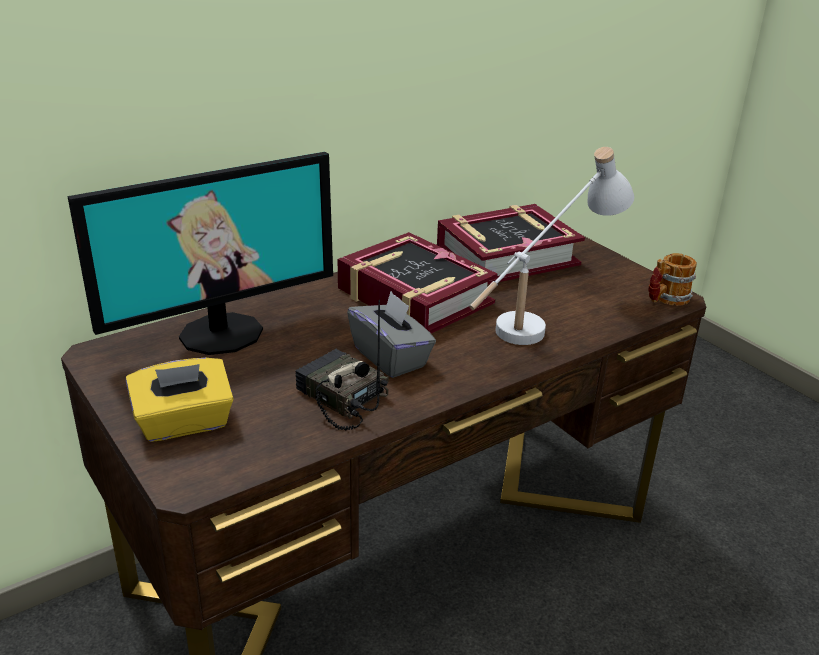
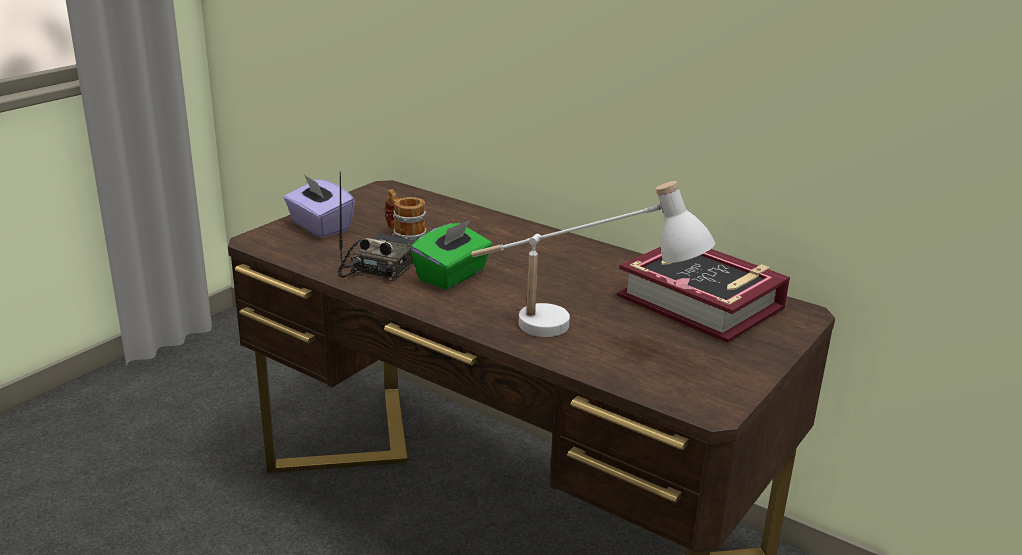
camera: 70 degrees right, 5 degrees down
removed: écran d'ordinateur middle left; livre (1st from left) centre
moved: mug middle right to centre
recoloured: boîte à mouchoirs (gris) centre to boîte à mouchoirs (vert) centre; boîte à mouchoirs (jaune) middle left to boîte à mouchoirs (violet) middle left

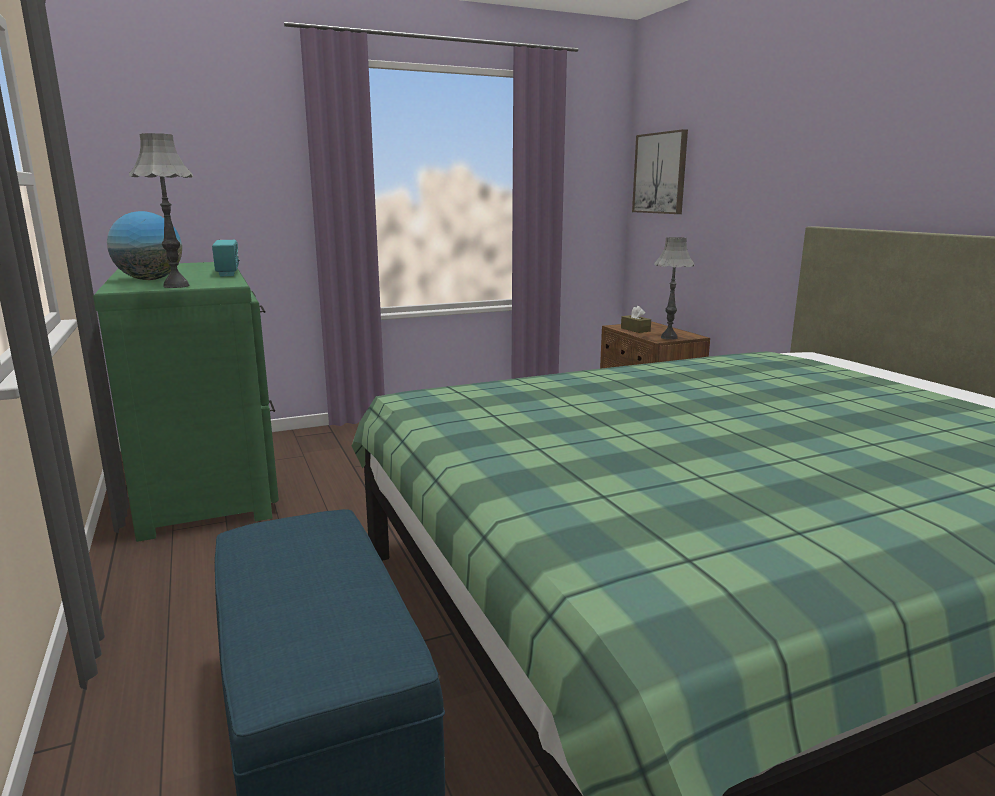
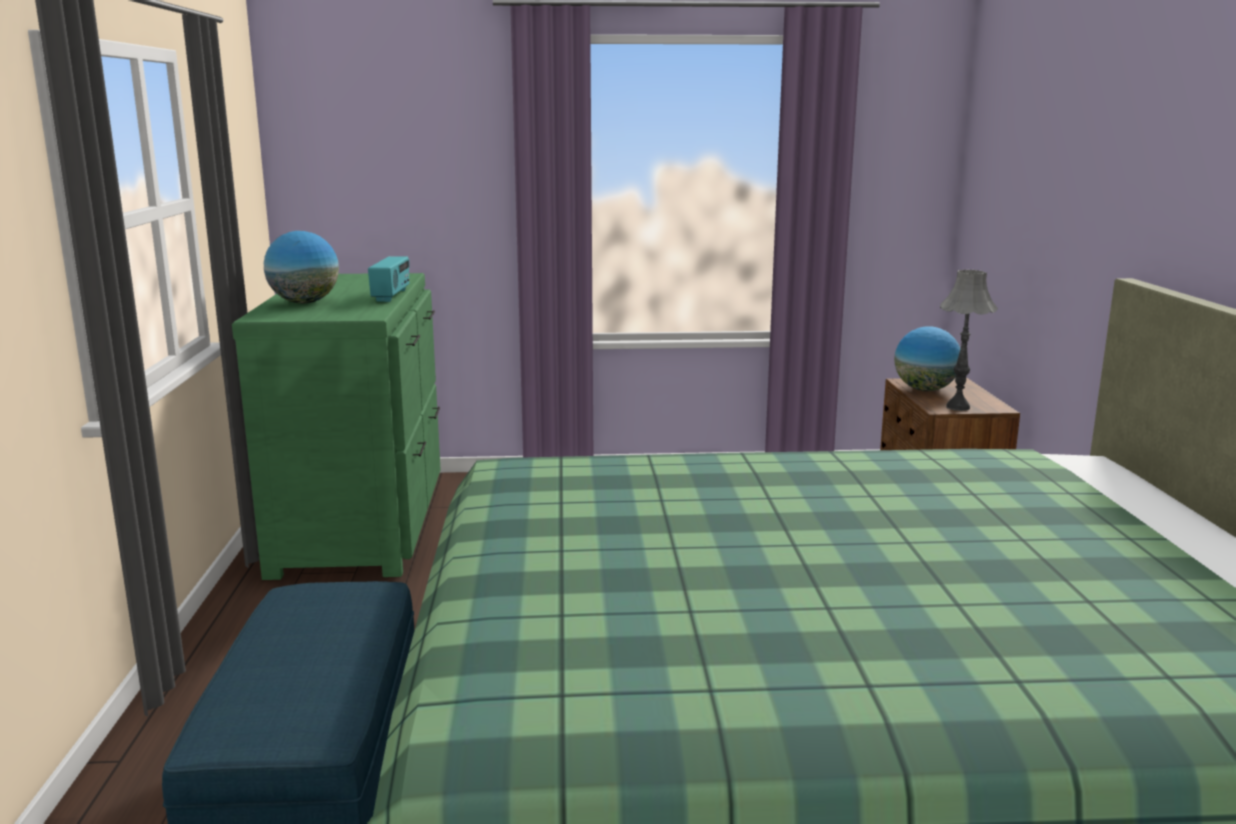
camera: 20 degrees right, 0 degrees up
removed: tableau top centre; lampe de table (gris) (1st from left) top left
replaced: boîte à mouchoirs (marron) centre to globe (2nd from left) middle right

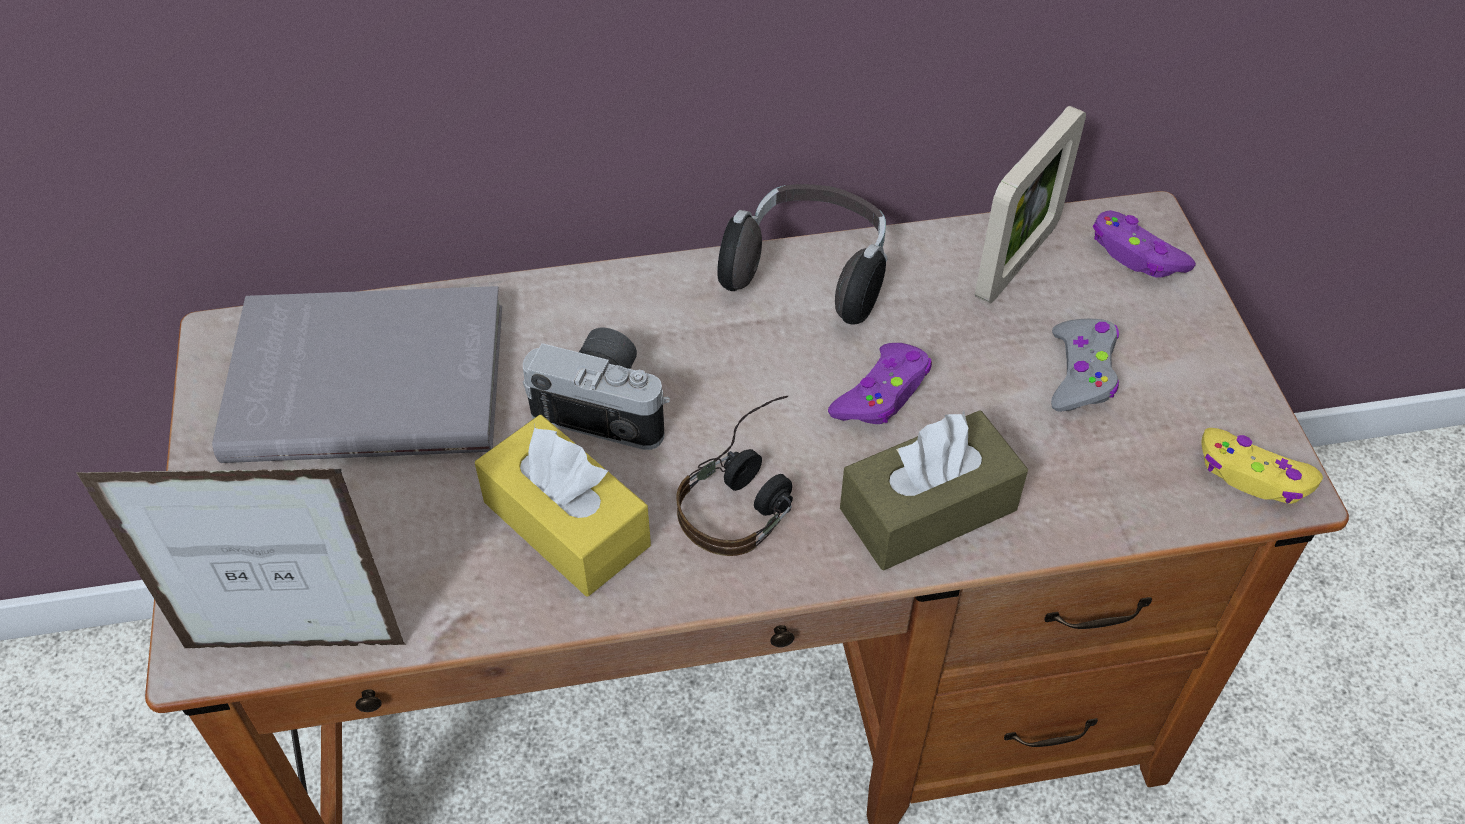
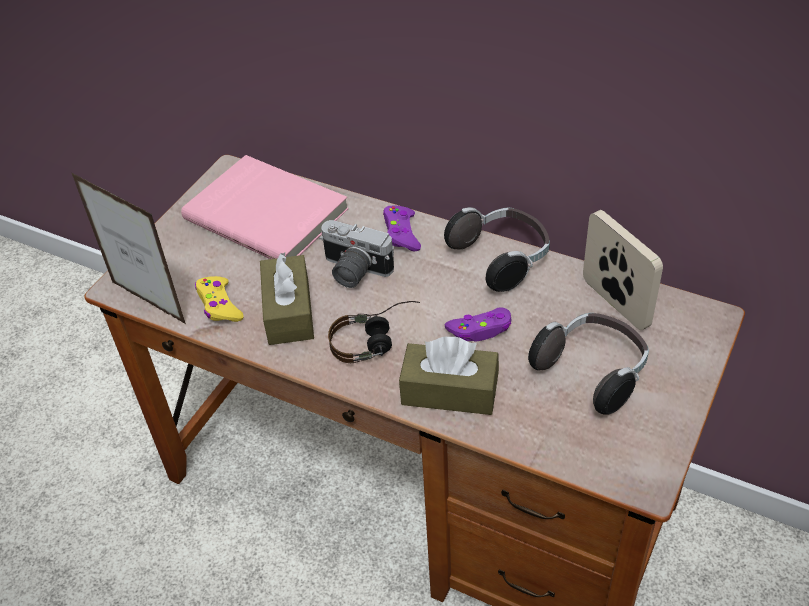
camera: 40 degrees right, 5 degrees down
moved: manette (violet) (2nd from left in the first image) top right to manette (violet) (1st from left) centre; manette (jaune) middle right to middle left
replaced: manette (gris) middle right to casque audio (3rd from left) middle right
recoloured: livre (gris) middle left to livre (rose) middle left; boîte à mouchoirs (jaune) centre to boîte à mouchoirs (marron) (1st from left) centre
turned: cadre photo (2nd from left) top right = middle right 105 degrees counterclockwise; appareil photo centre = centre 150 degrees clockwise

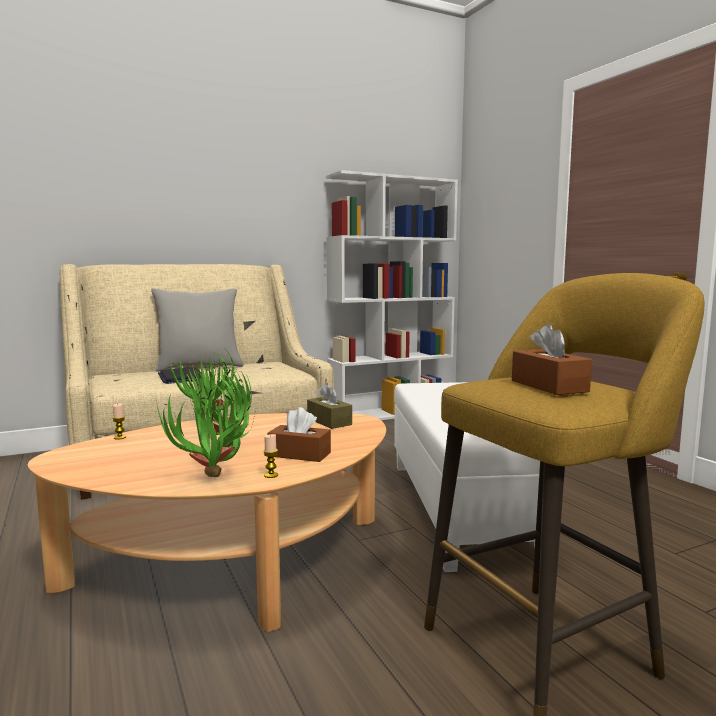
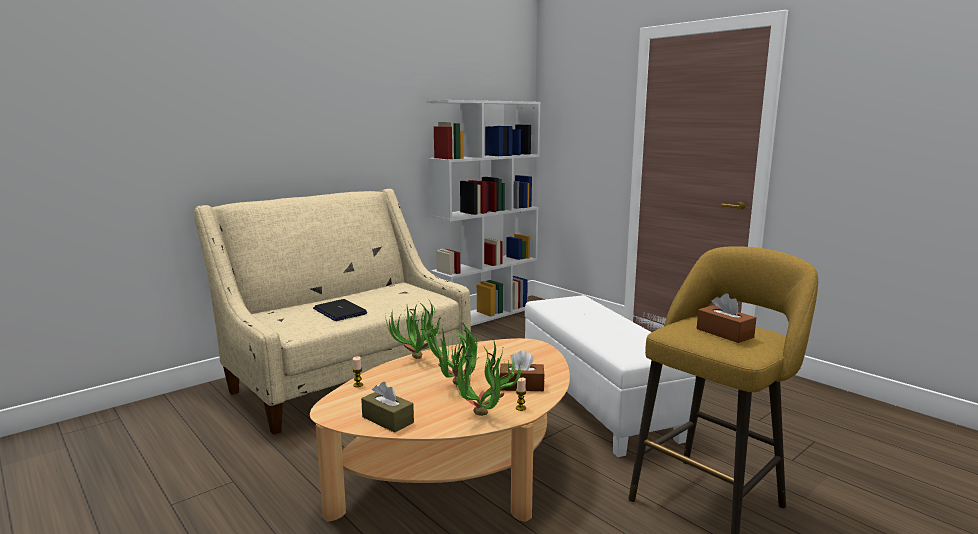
camera: 15 degrees left, 5 degrees up
removed: coussin (gris) middle left
moved: boîte à mouchoirs (marron) (2nd from left in the first image) centre to boîte à mouchoirs (marron) (1st from left) bottom centre

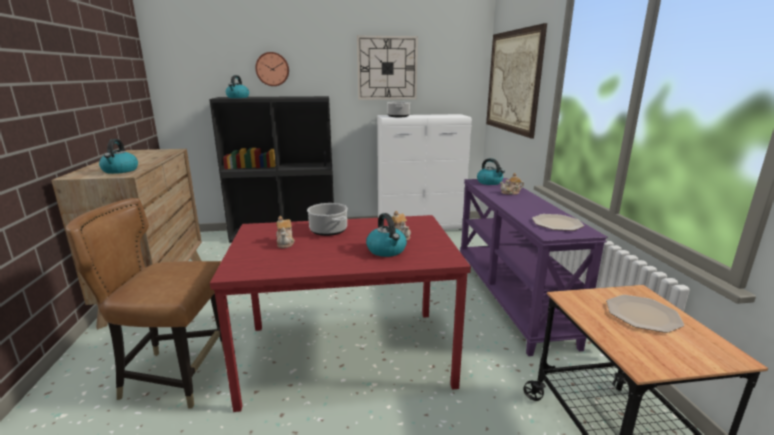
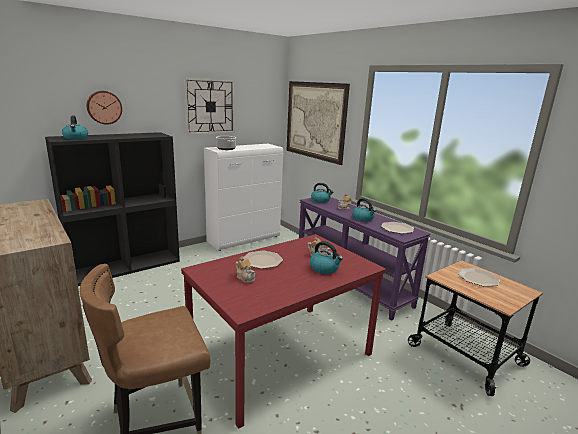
camera: 30 degrees left, 0 degrees up
moved: bouilloire (1st from left in the first image) middle left to bouilloire (4th from left) centre
replaced: marmite (1st from left) centre to assiette (1st from left) centre

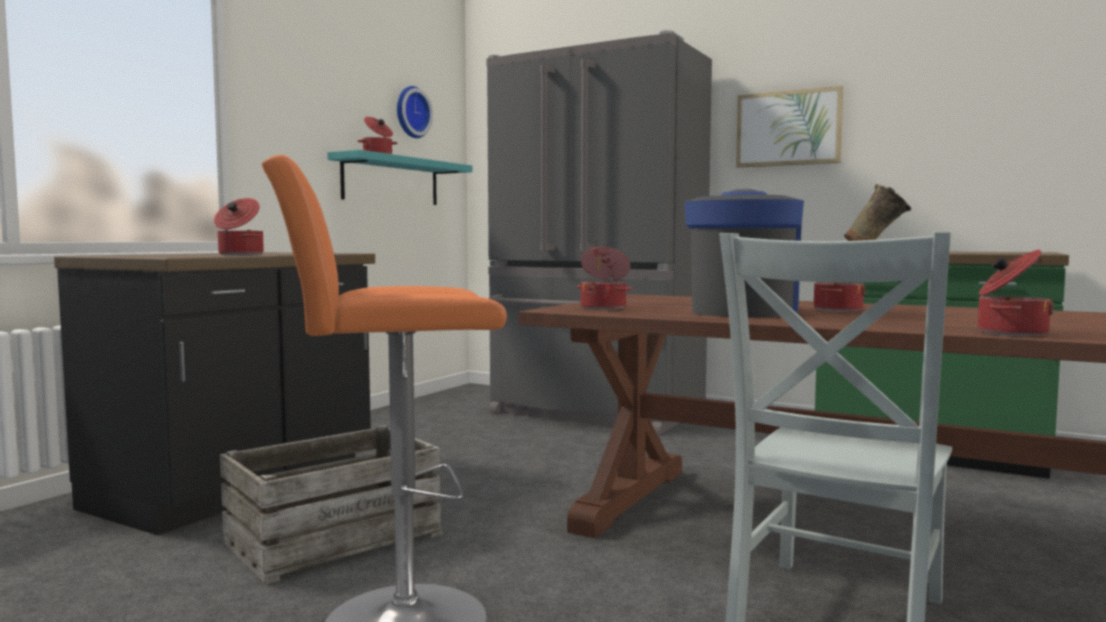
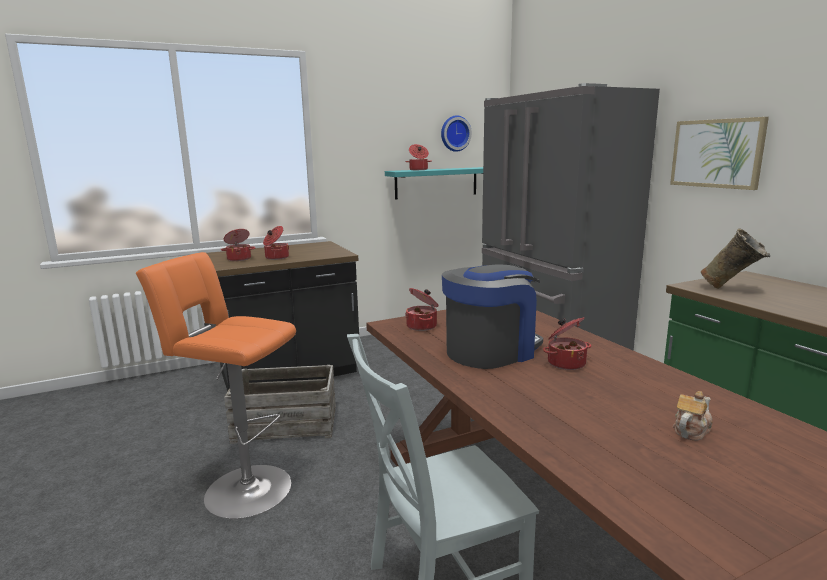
camera: 35 degrees right, 10 degrees up
added: théière bottom right
moved: marmite (5th from left in the first image) middle right to marmite (1st from left) middle left

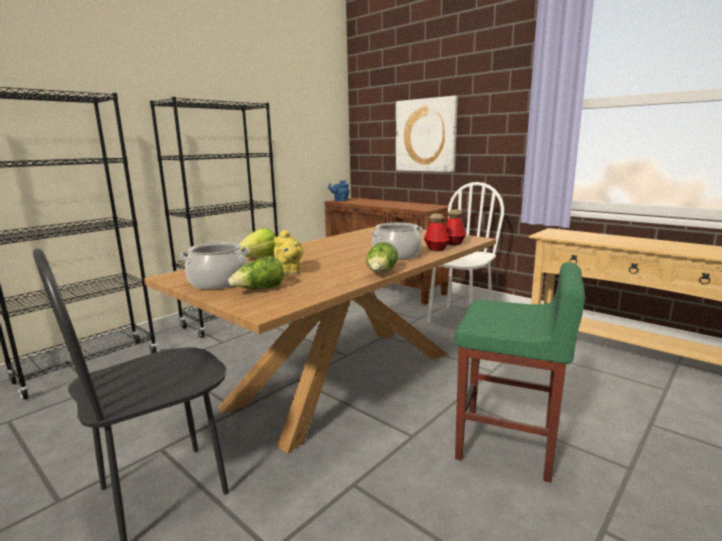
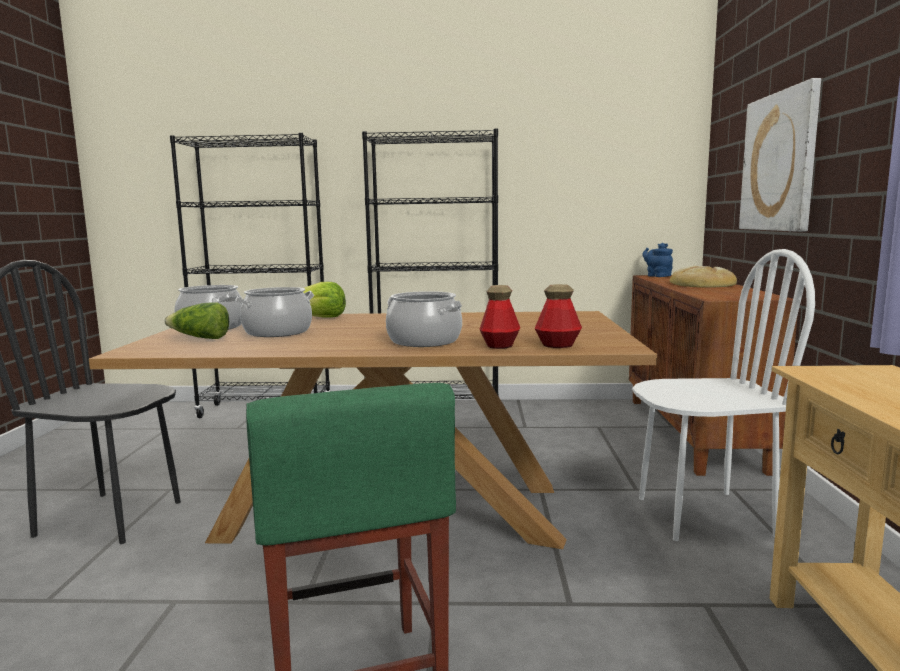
camera: 50 degrees right, 5 degrees down
removed: laitue (3rd from left) centre
added: pain middle right
replaced: théière (jaune) centre to marmite (2nd from left) middle left

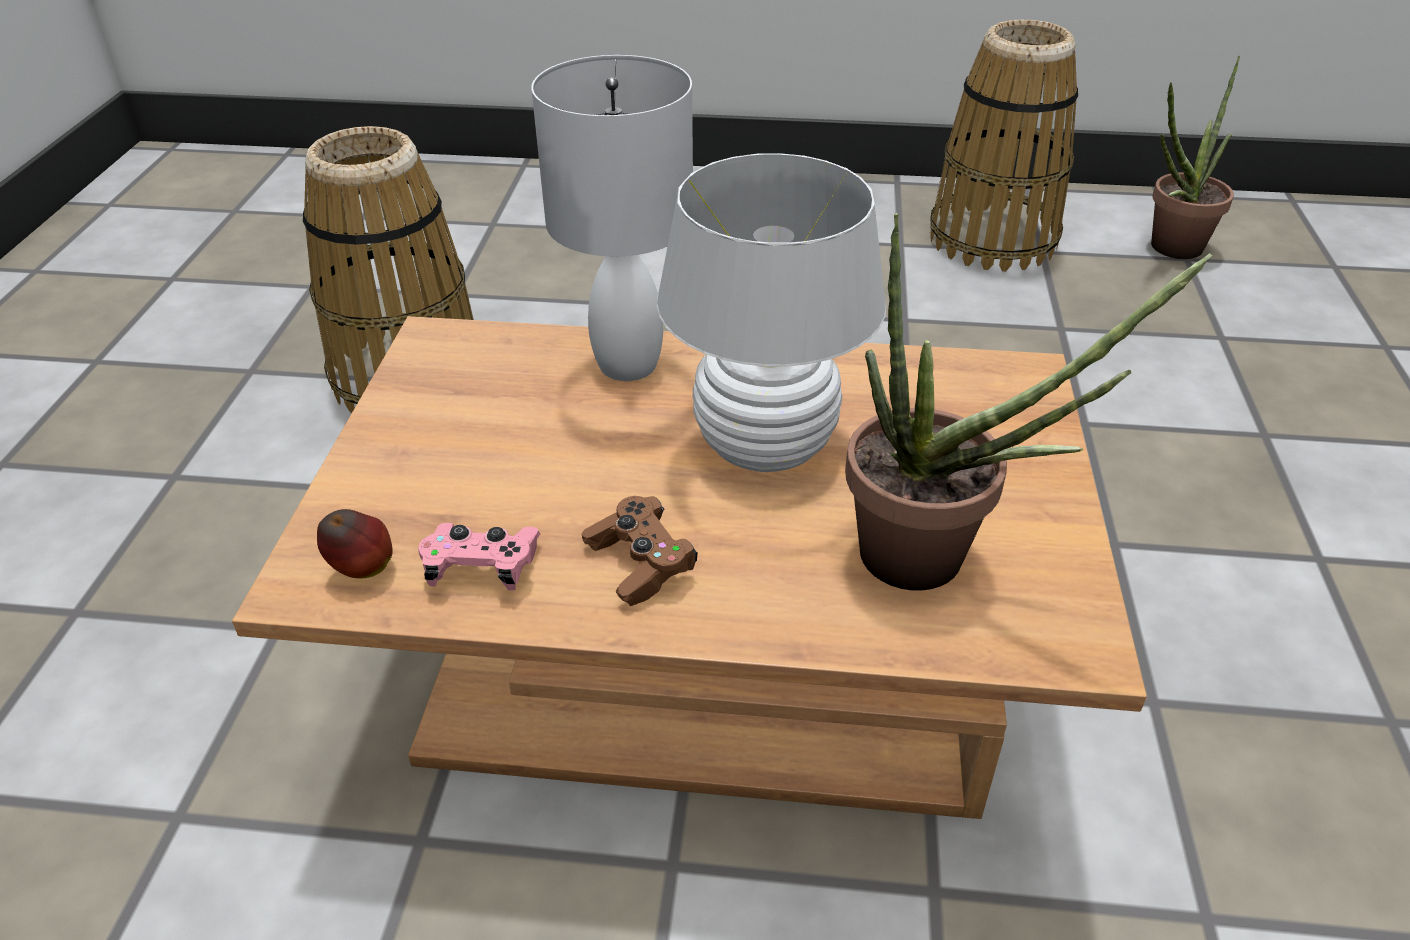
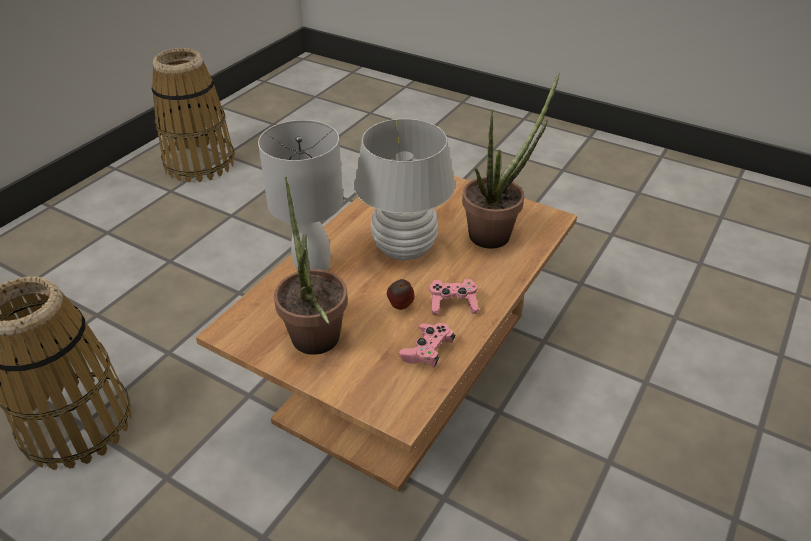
camera: 65 degrees left, 0 degrees up
moved: plante en pot (2nd from left in the first image) top right to plante en pot (1st from left) centre; pomme middle left to centre
recoloured: manette (marron) centre to manette (rose) (2nd from left) centre

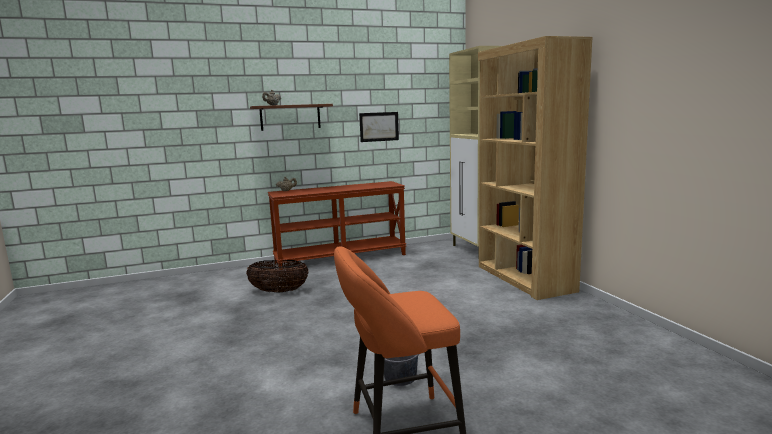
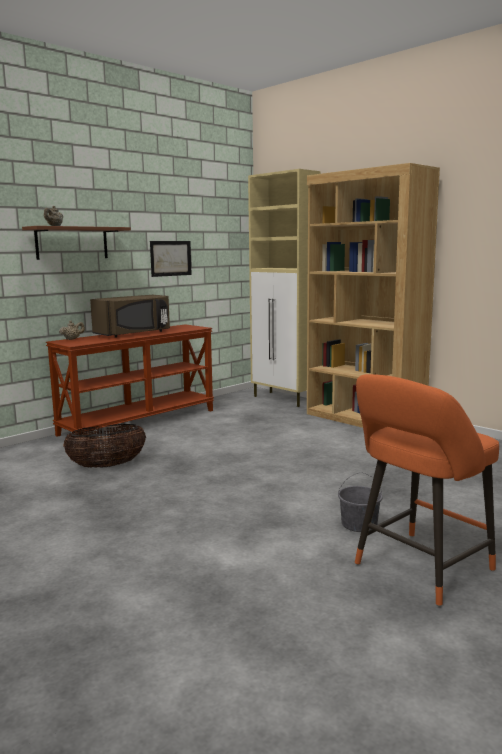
camera: 25 degrees left, 0 degrees up
added: micro-ondes (marron) middle left

